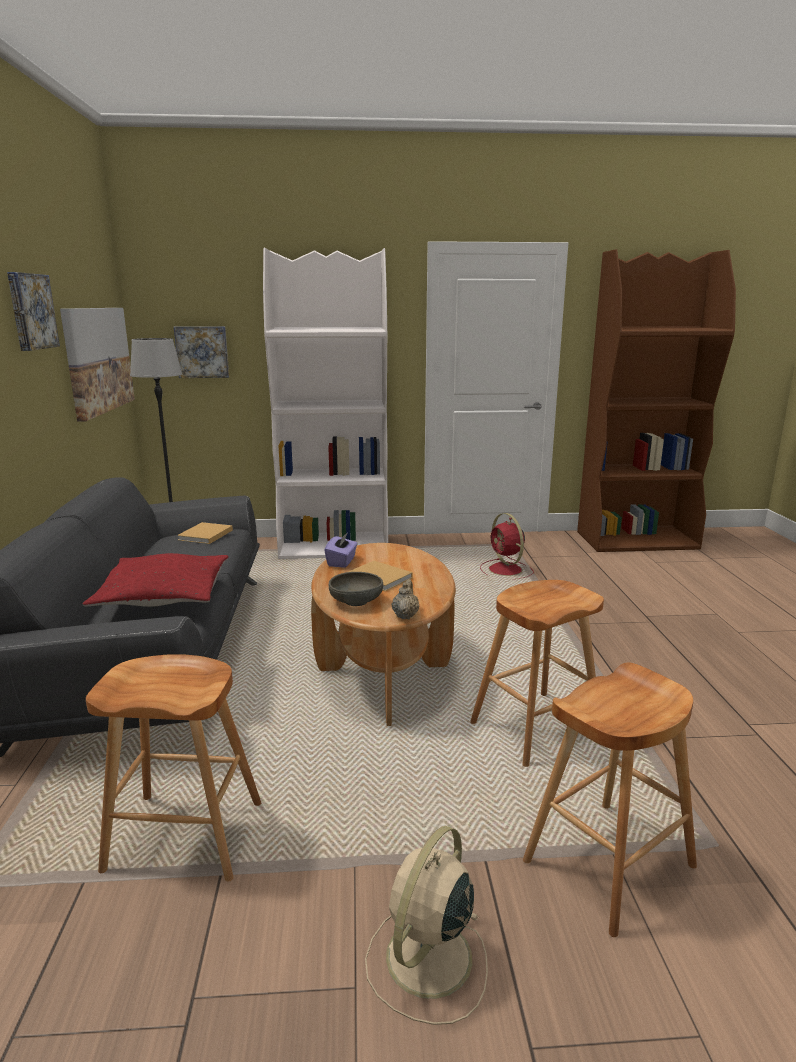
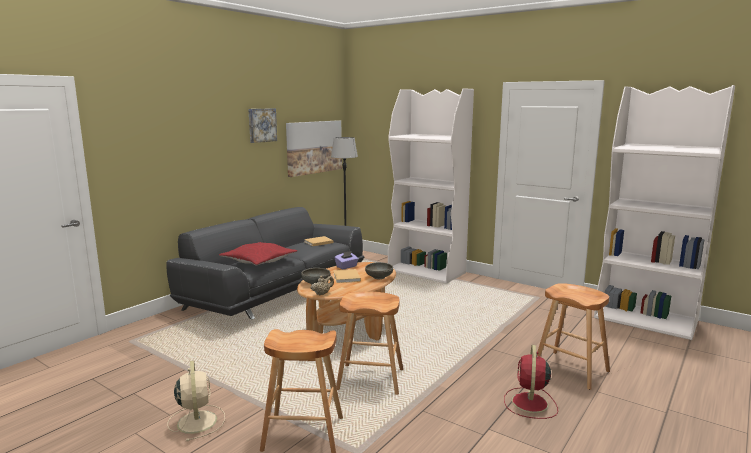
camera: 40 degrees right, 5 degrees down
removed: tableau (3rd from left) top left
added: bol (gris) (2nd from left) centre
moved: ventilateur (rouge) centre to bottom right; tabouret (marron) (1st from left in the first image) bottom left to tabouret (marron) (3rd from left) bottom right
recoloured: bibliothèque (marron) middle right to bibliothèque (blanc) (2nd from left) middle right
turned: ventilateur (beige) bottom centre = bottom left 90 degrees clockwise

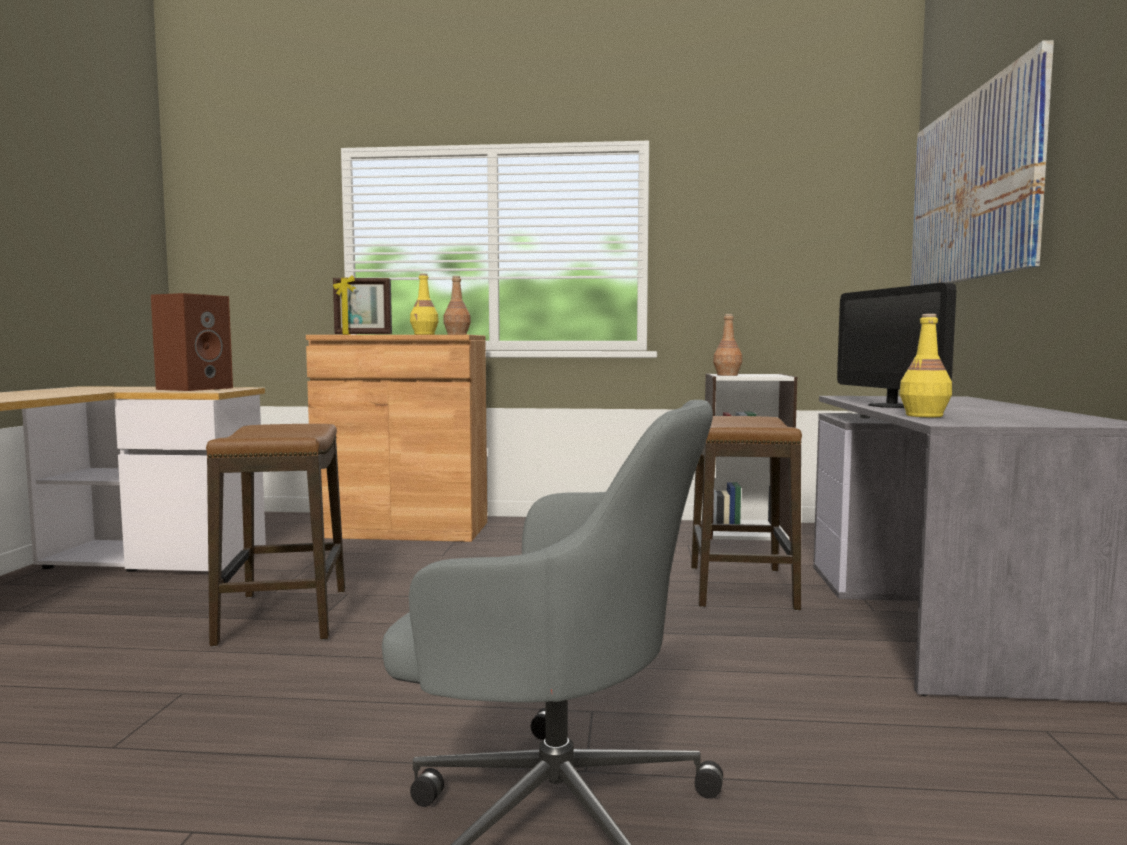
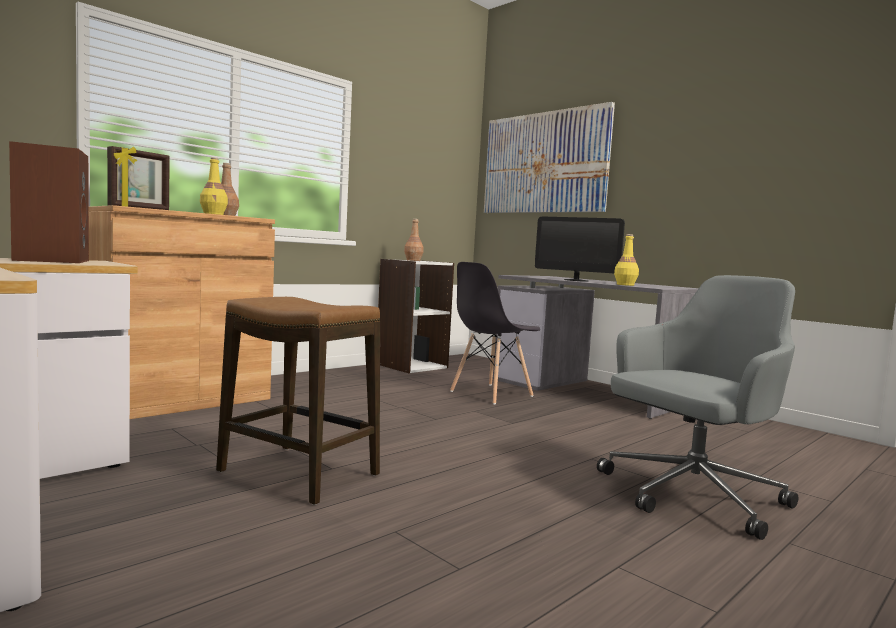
camera: 50 degrees left, 0 degrees up
replaced: tabouret (2nd from left) centre to chaise (gris) centre

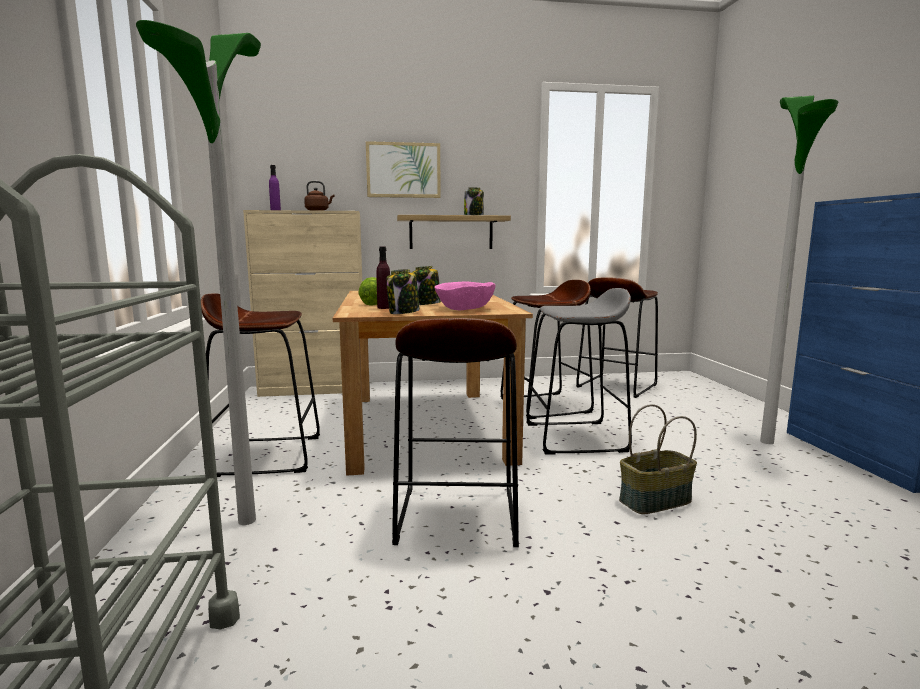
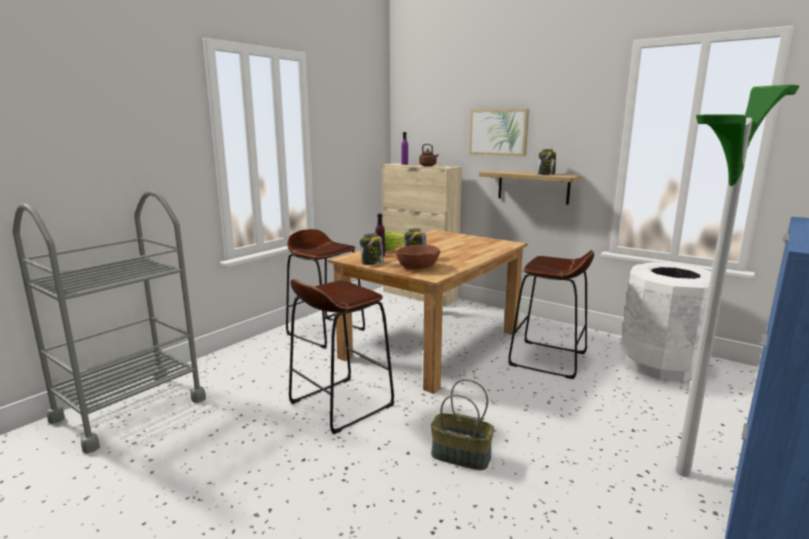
camera: 45 degrees right, 5 degrees up
removed: lampadaire (1st from left) middle left; tabouret (gris) centre
replaced: tabouret (marron) (4th from left) middle right to poubelle (blanc) middle right
recoloured: bol (rose) centre to bol (marron) centre

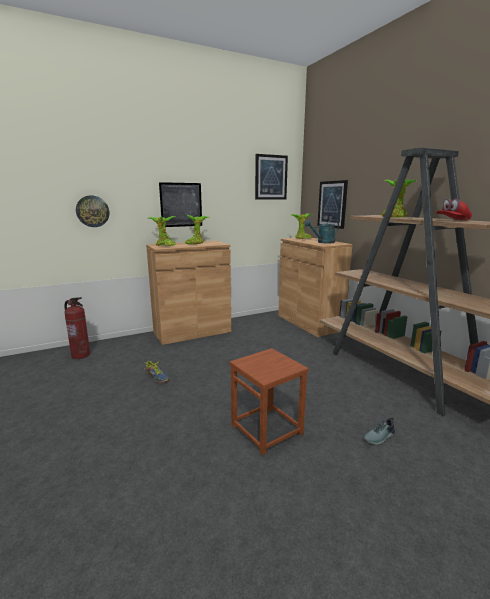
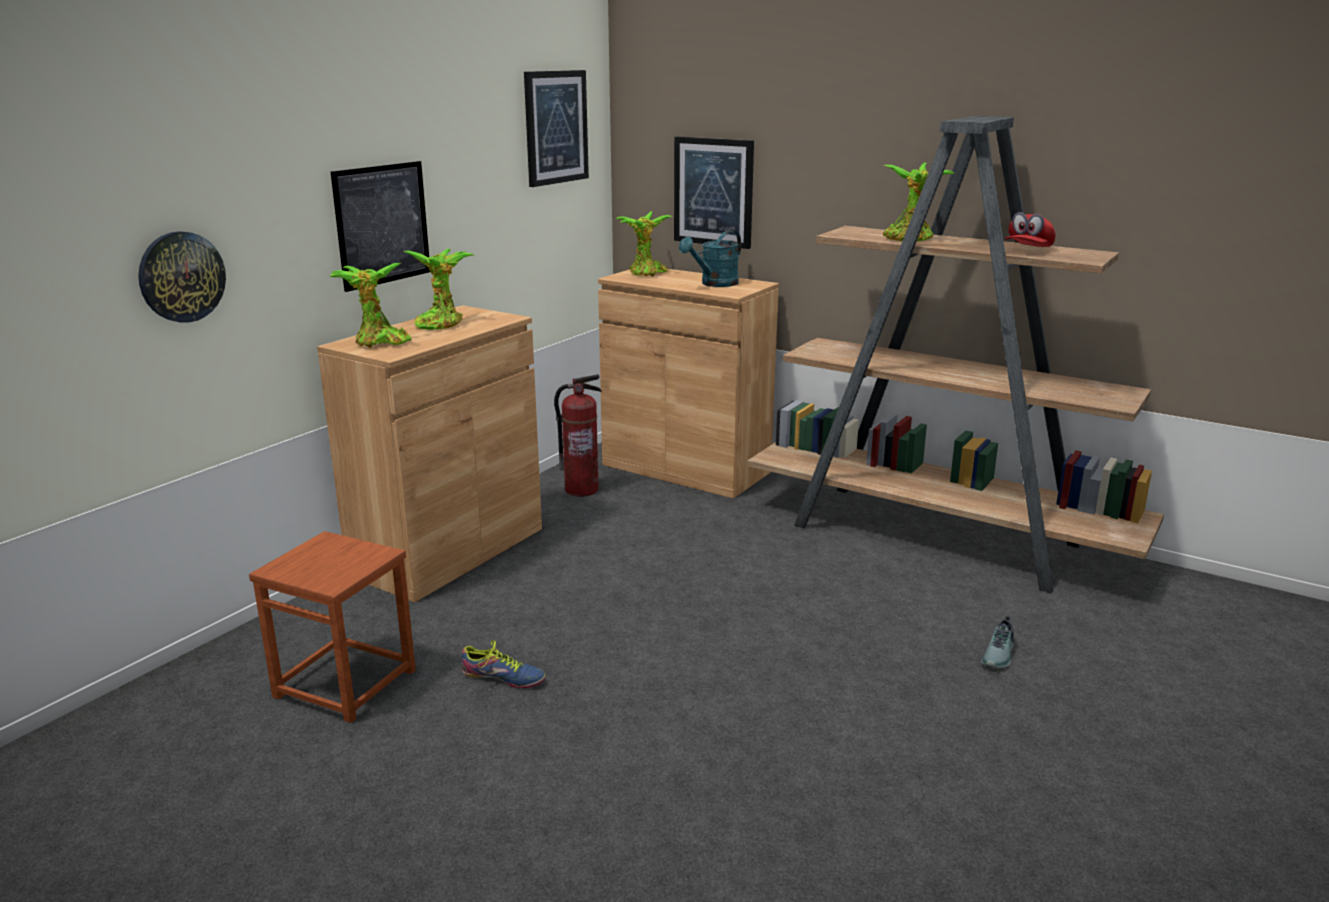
camera: 30 degrees left, 5 degrees up
moved: extincteur middle left to centre; tabouret (marron) bottom centre to bottom left

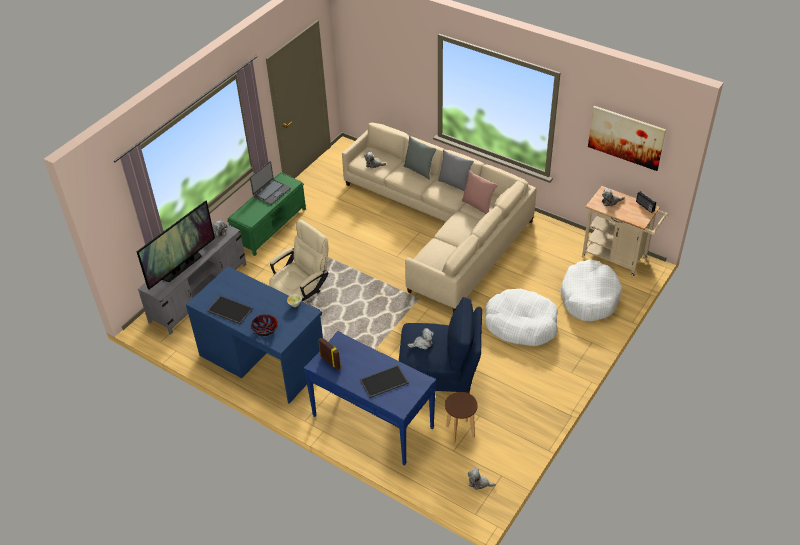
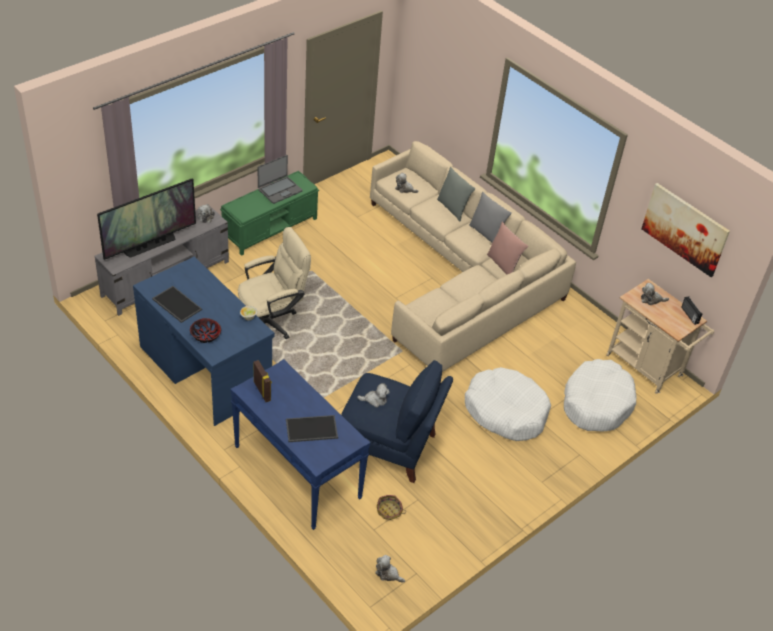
camera: 10 degrees right, 0 degrees up
replaced: tabouret (marron) bottom centre to panier bottom centre

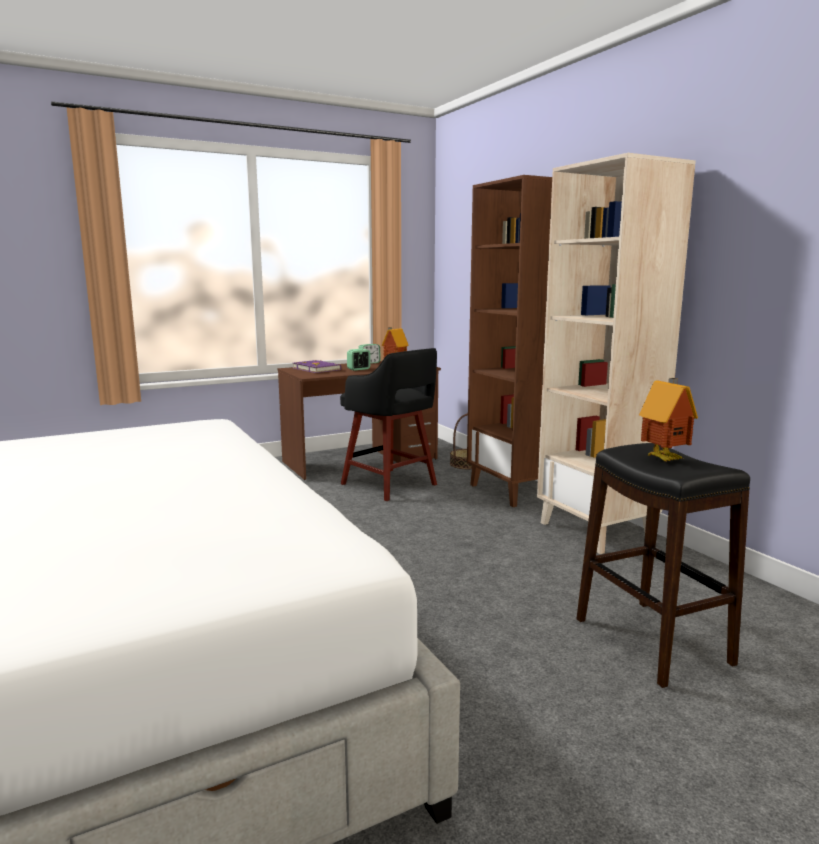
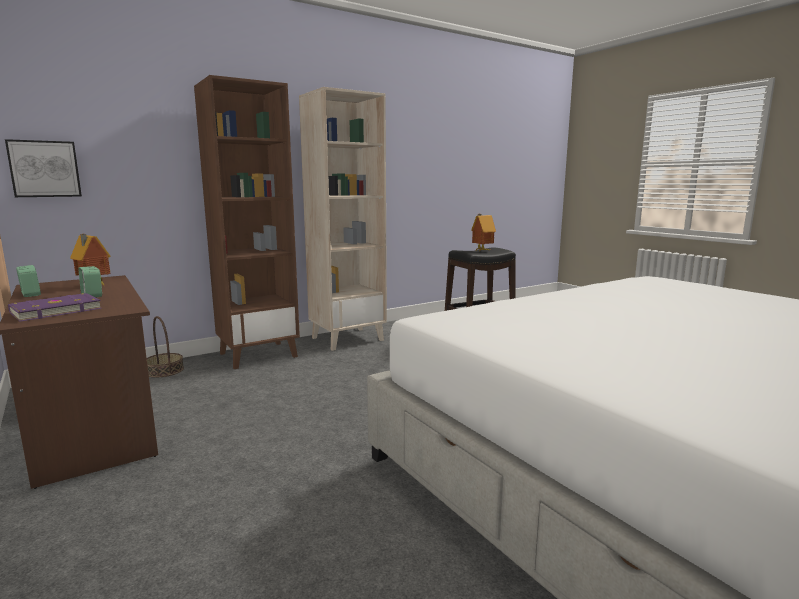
camera: 95 degrees left, 0 degrees up
removed: tabouret (noir) (1st from left) centre
added: tableau top left

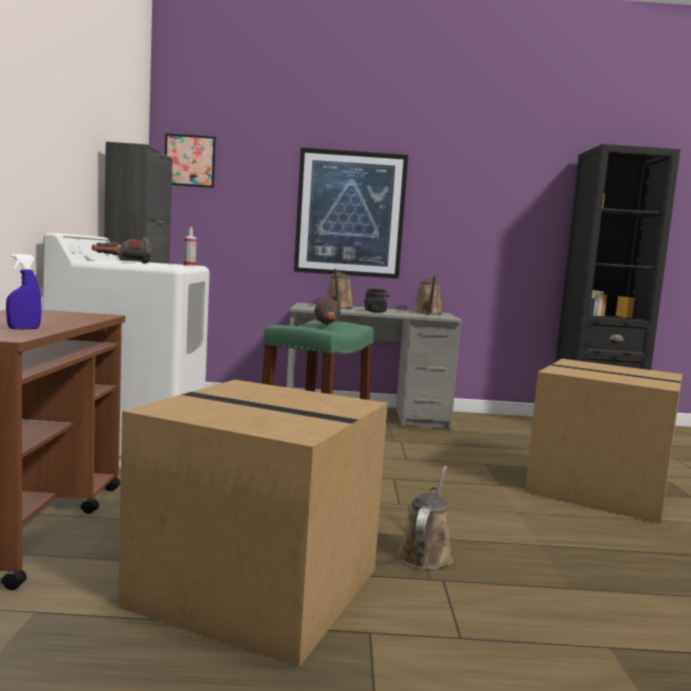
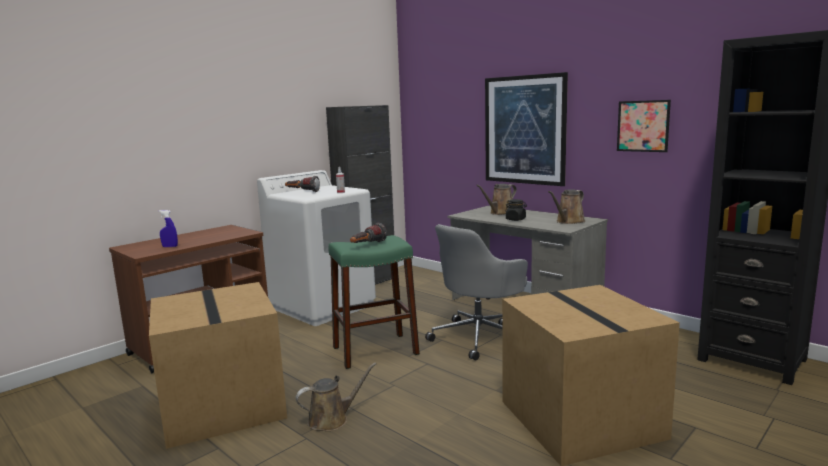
camera: 45 degrees right, 5 degrees up
added: chaise de bureau (gris) centre
moved: tableau (1st from left in the first image) top left to tableau (2nd from left) top right

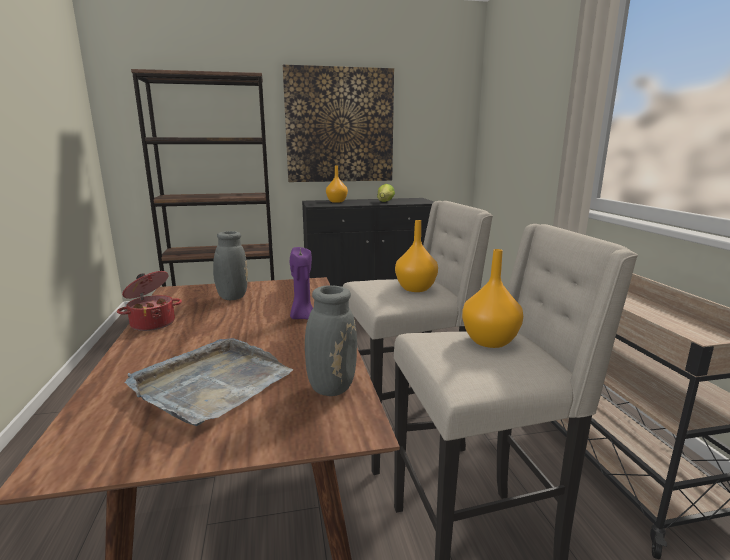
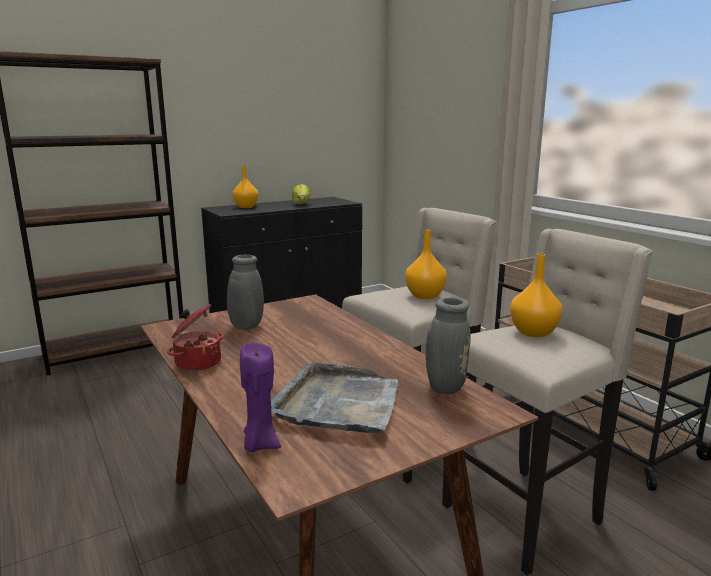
camera: 20 degrees left, 0 degrees up
removed: tableau top centre
moved: bougie (violet) centre to bottom centre

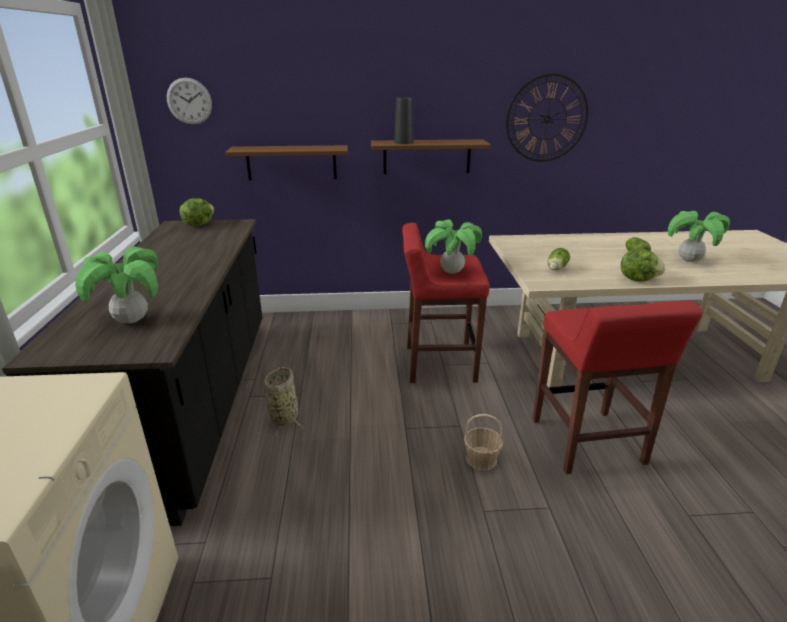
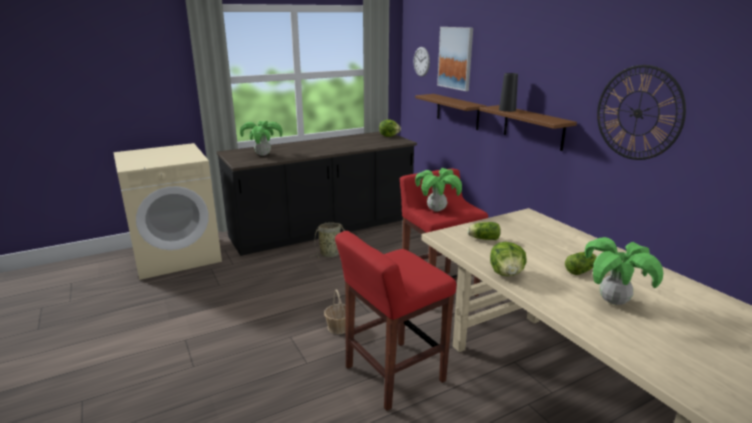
camera: 65 degrees right, 5 degrees down
added: tableau top centre

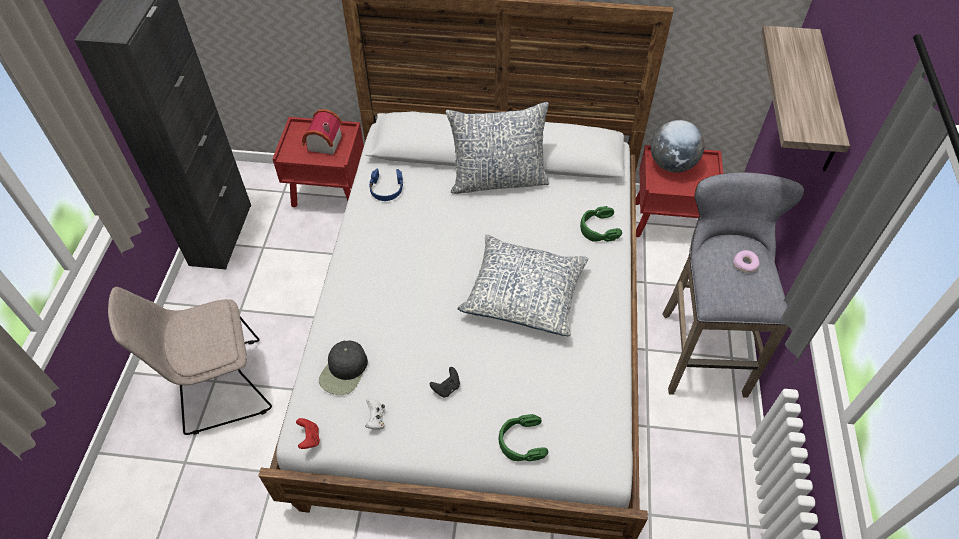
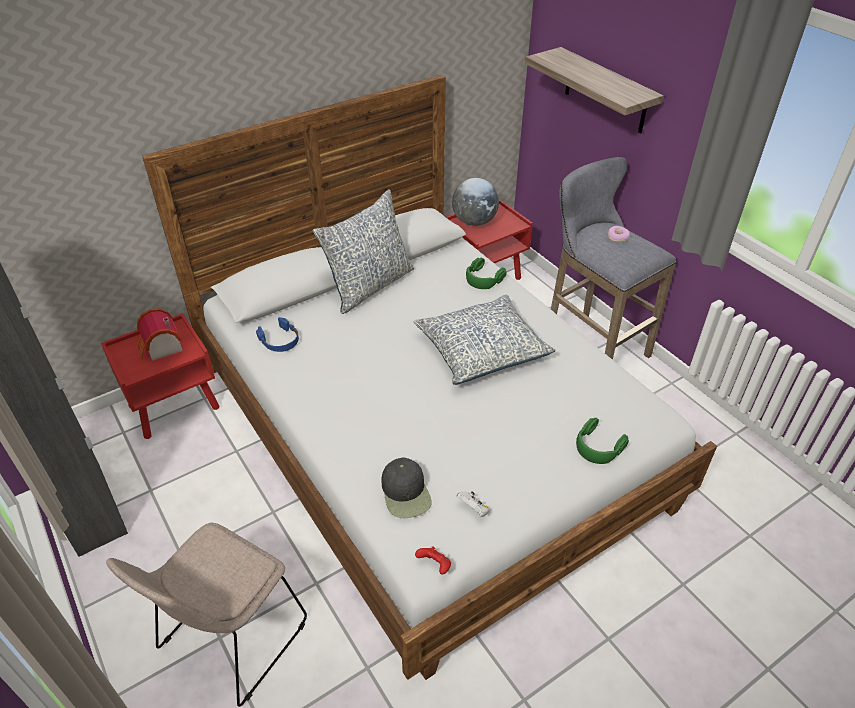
camera: 40 degrees left, 10 degrees down
removed: manette (noir) bottom centre

